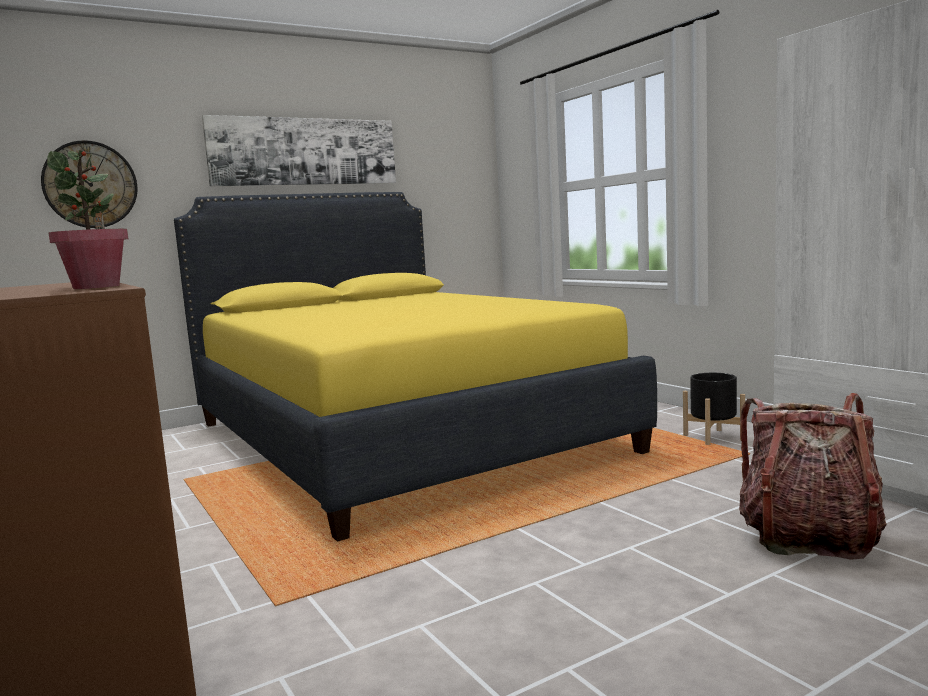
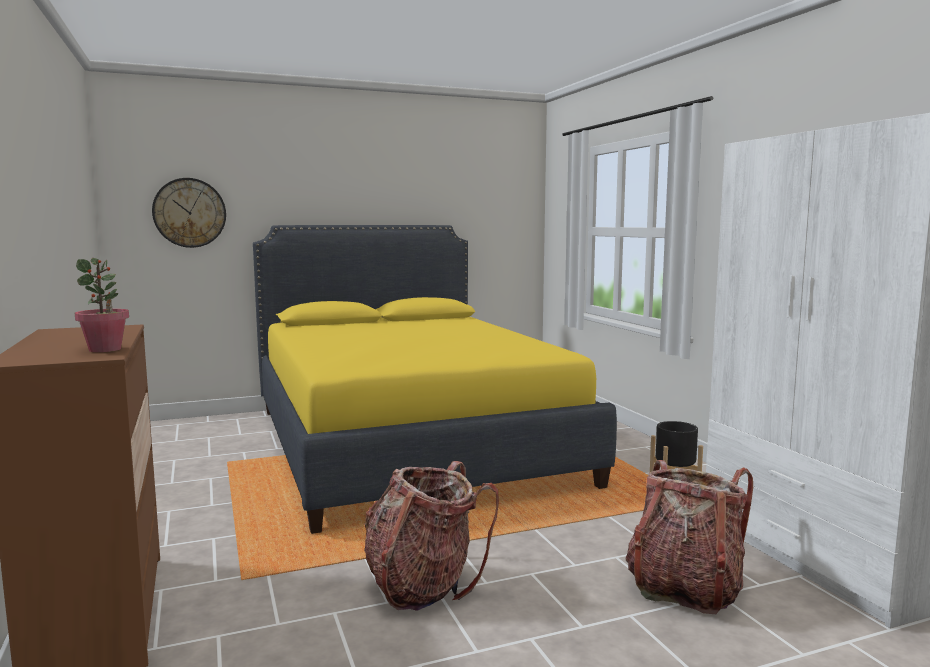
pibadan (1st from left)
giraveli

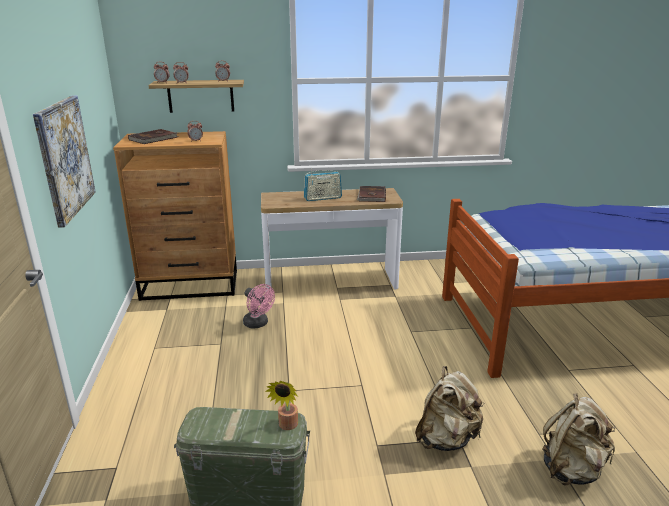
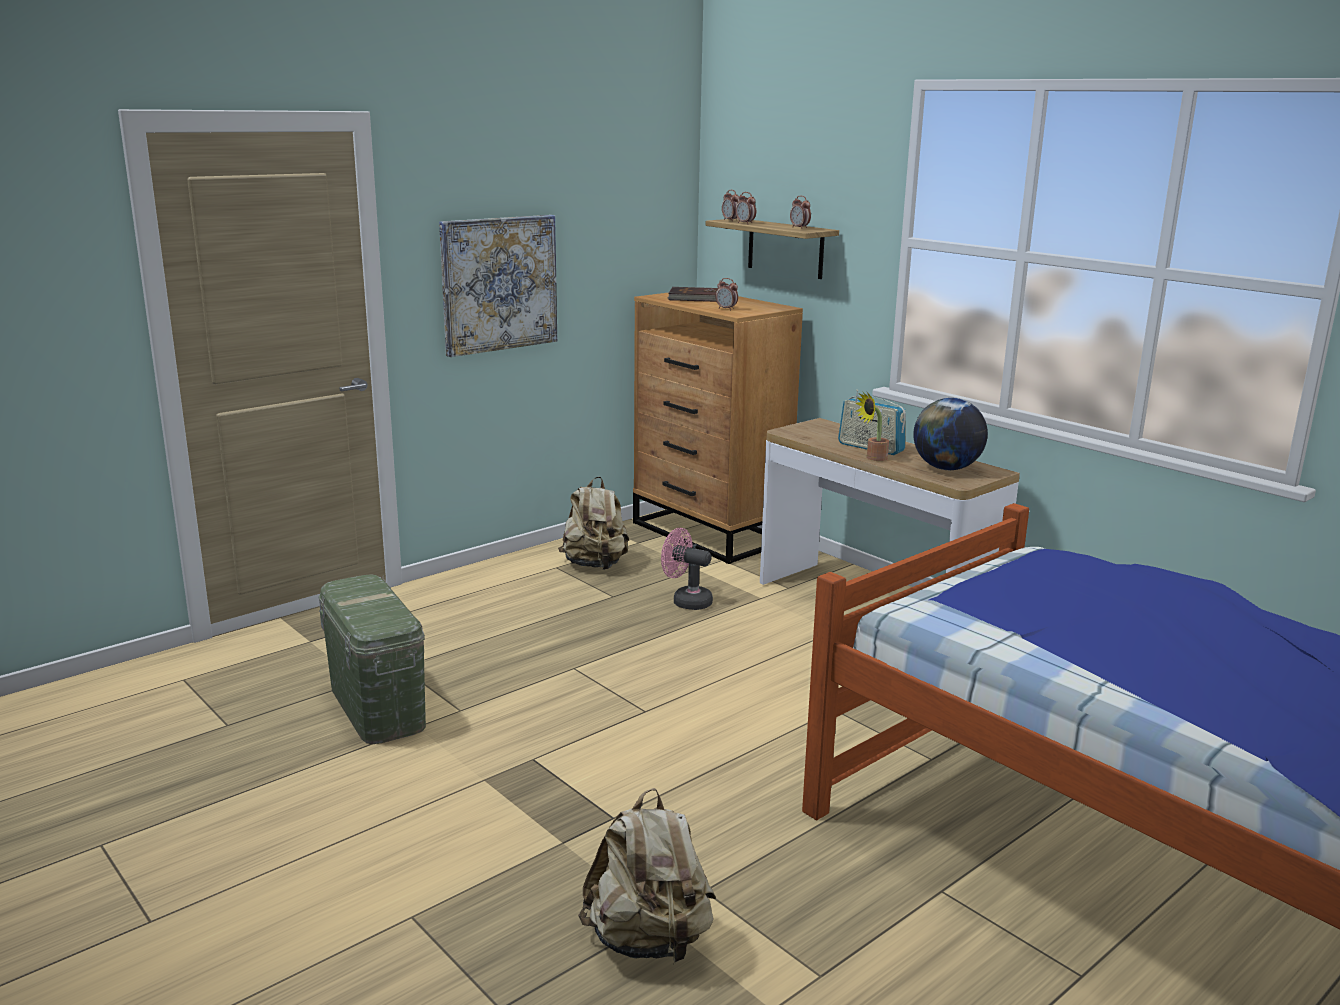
beige_pibadan (1st from left)
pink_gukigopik
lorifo
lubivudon

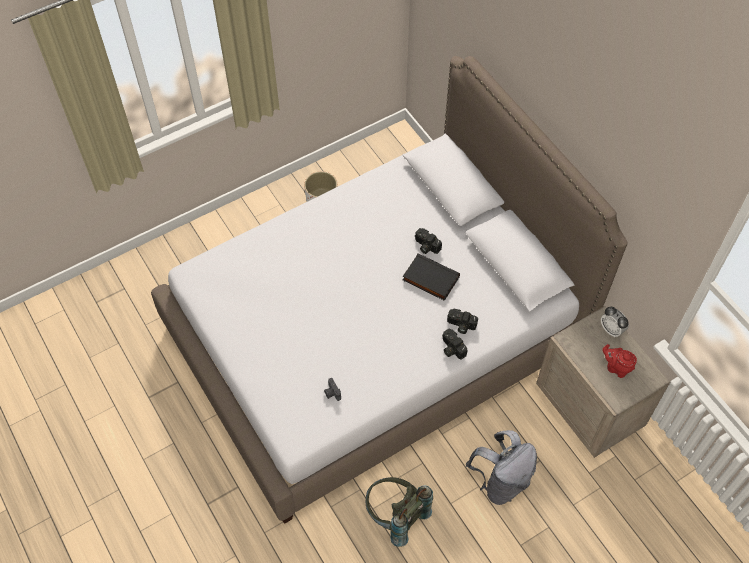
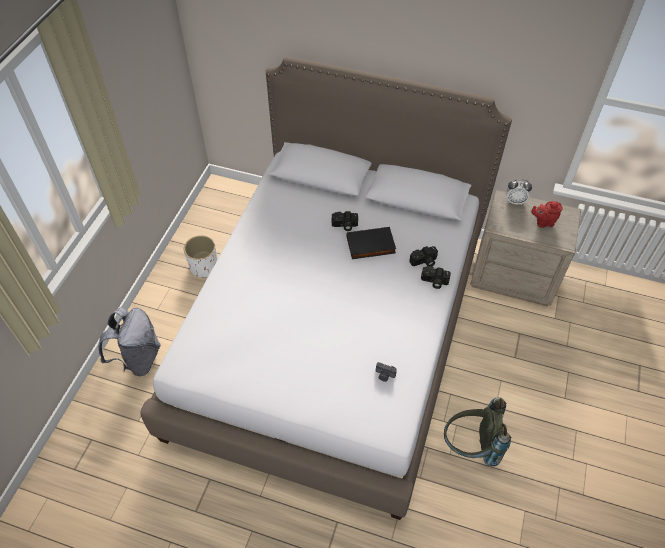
grey_pibadan (1st from left)

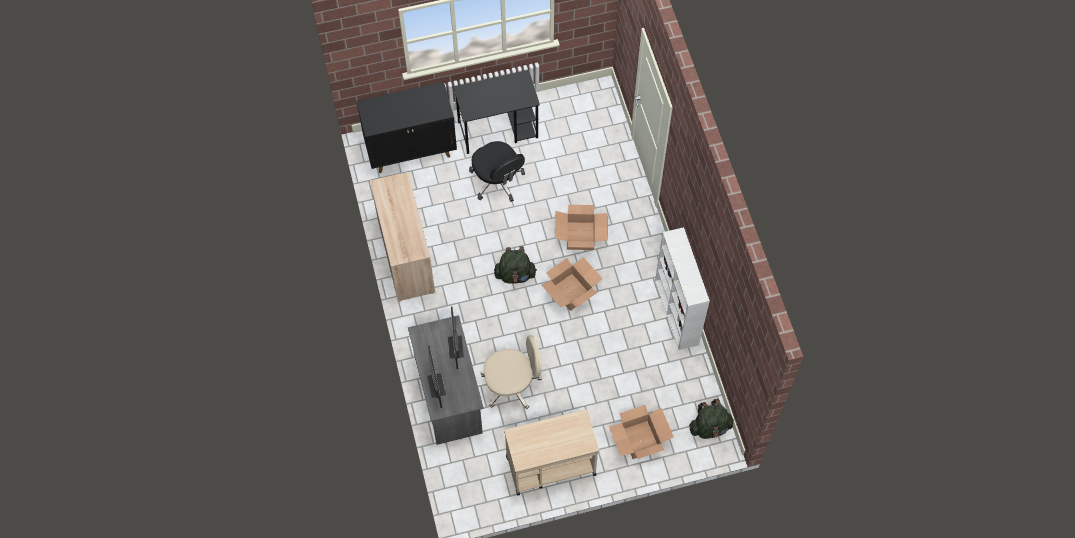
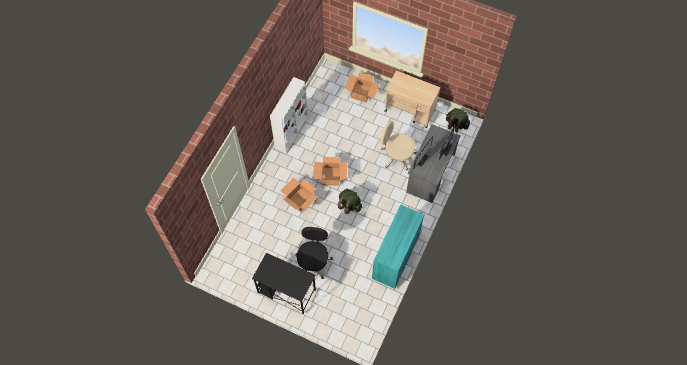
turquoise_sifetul
green_pibadan (2nd from left)
black_sifetul

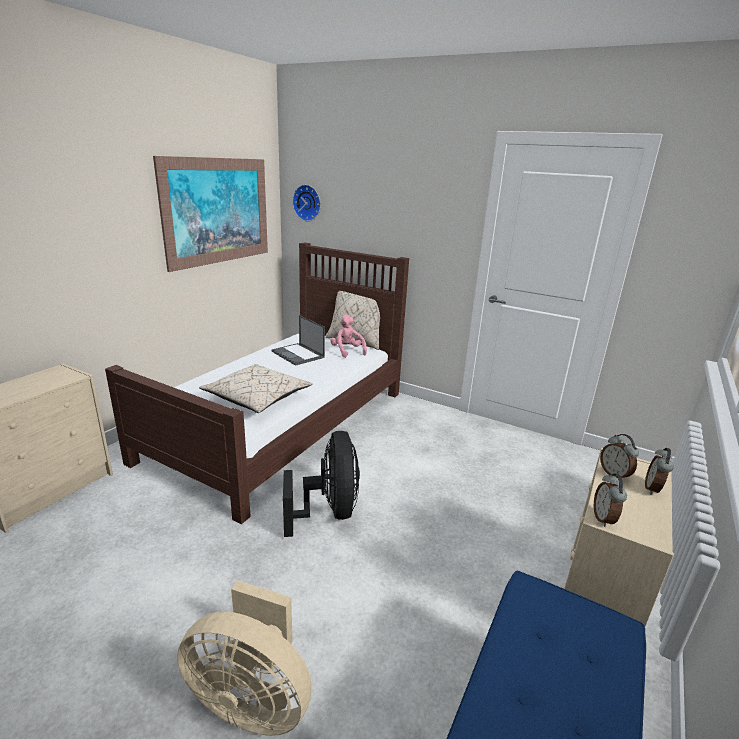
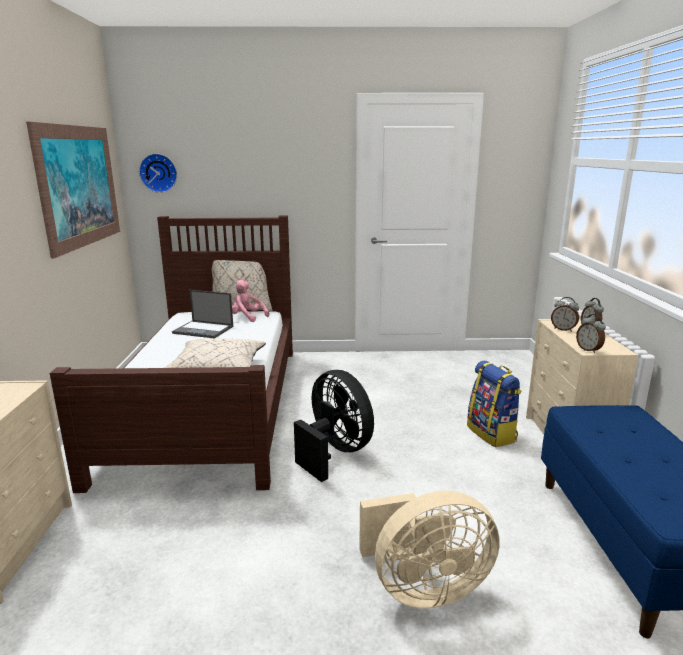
pibadan

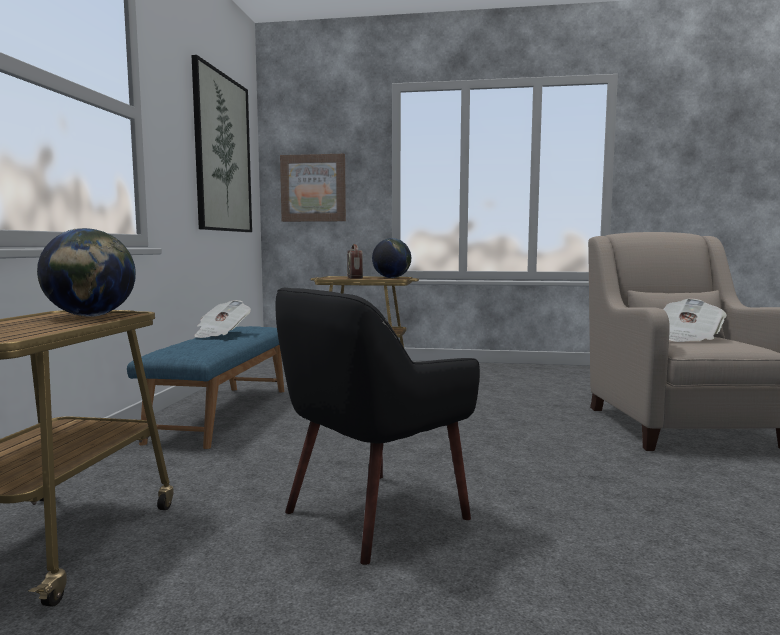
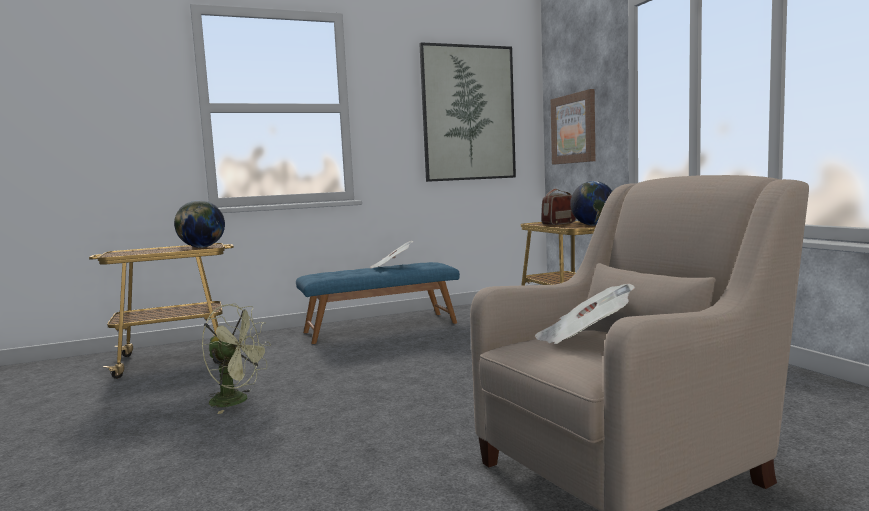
green_gukigopik

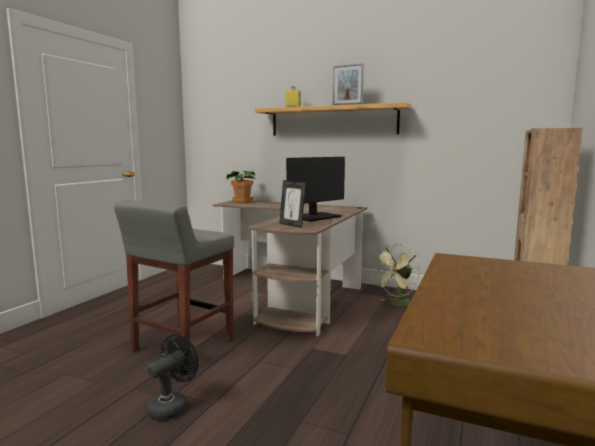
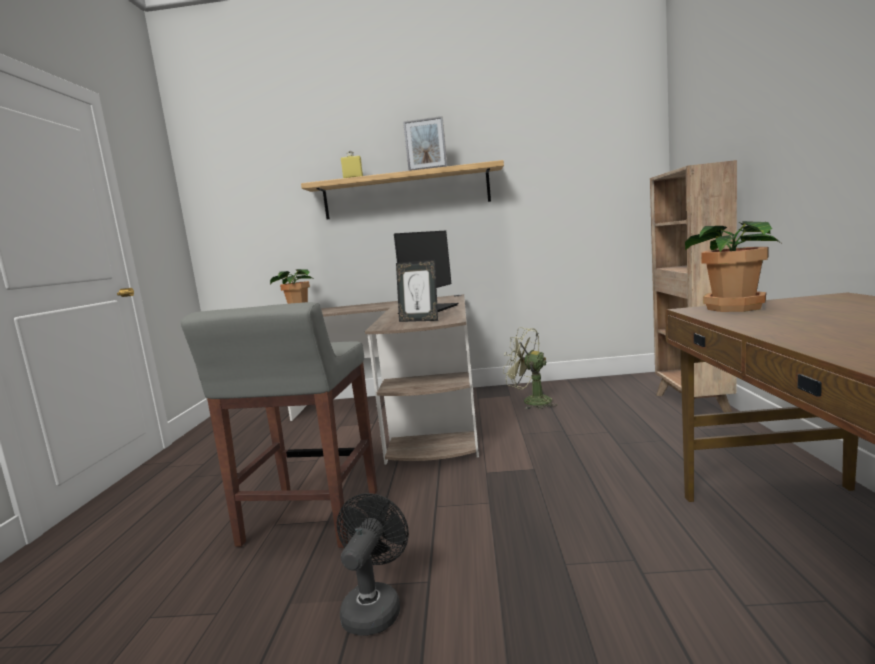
green_gukigopik
lorifo (2nd from left)

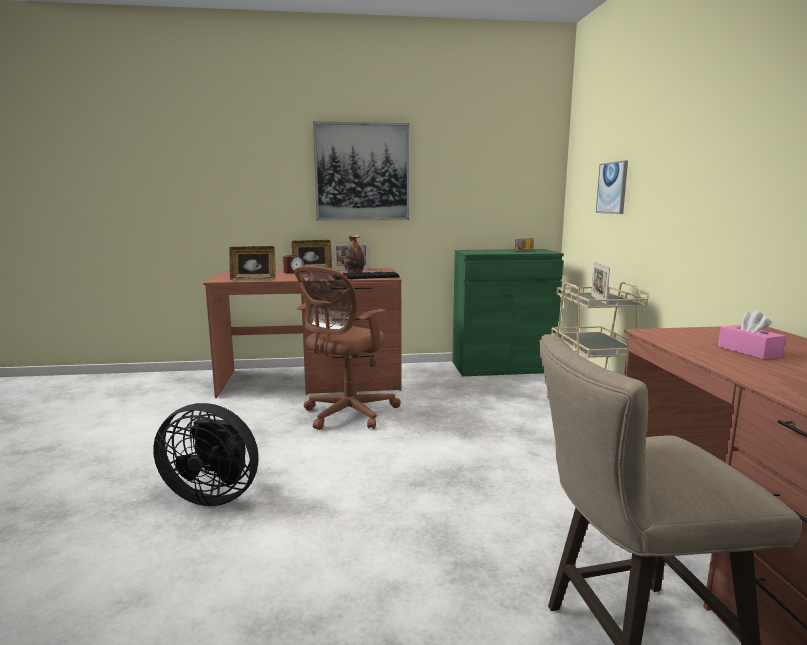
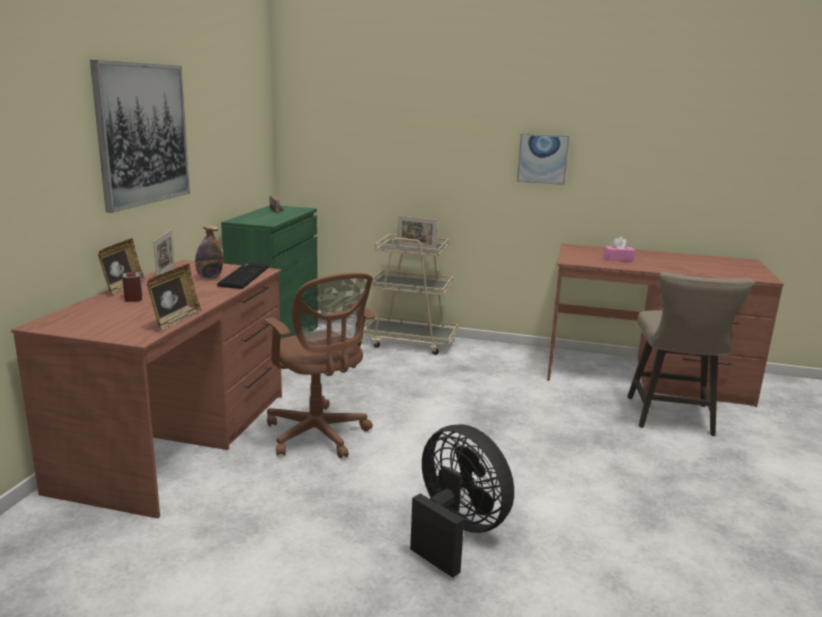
black_gukigopik
giraveli (2nd from left)

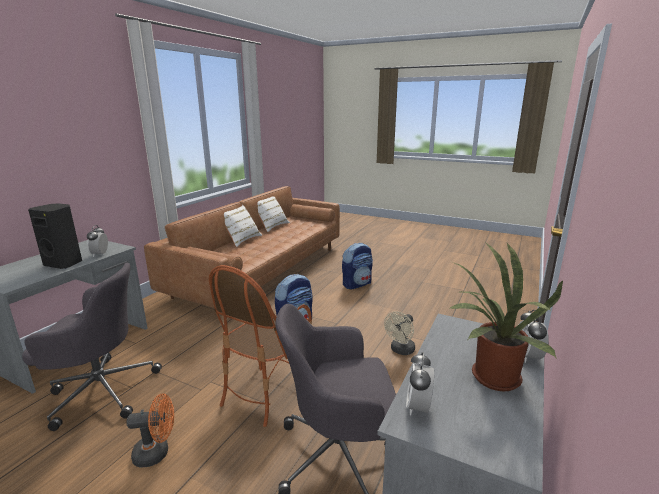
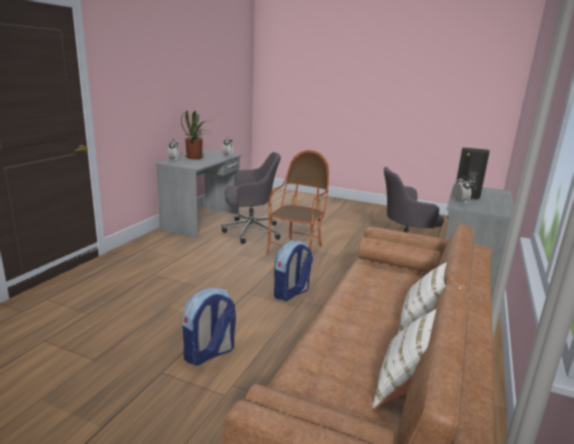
orange_gukigopik
beige_gukigopik

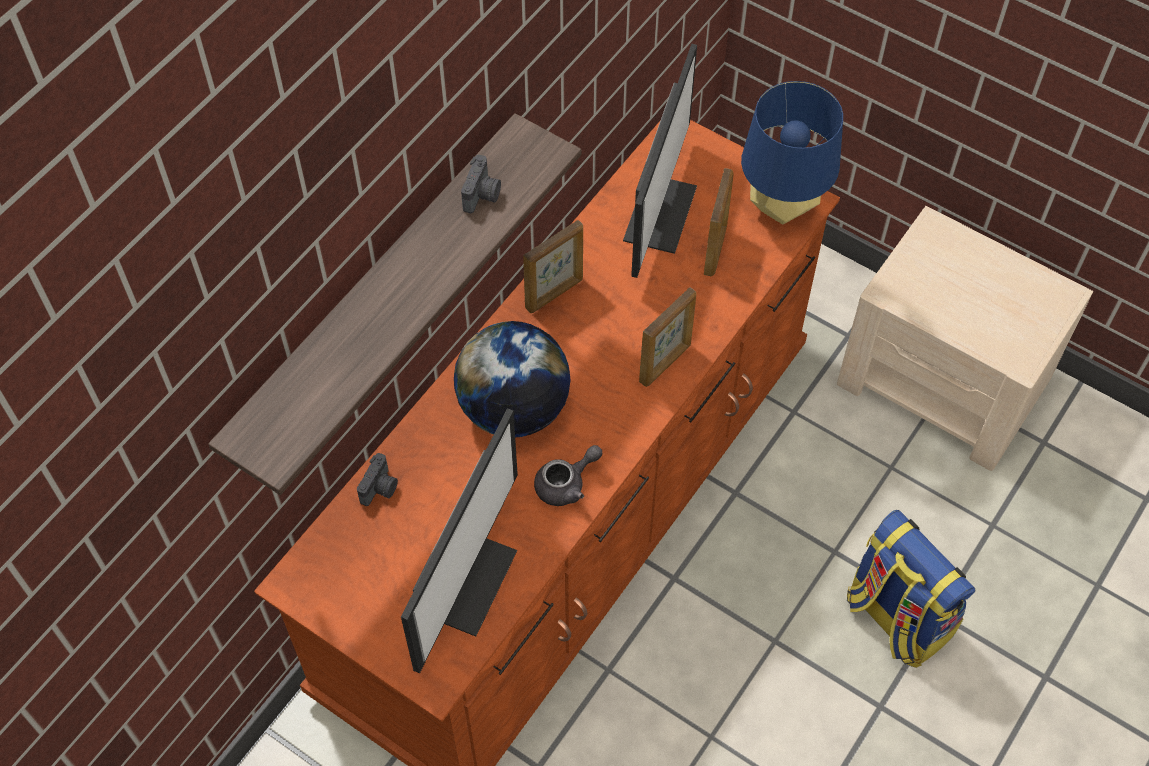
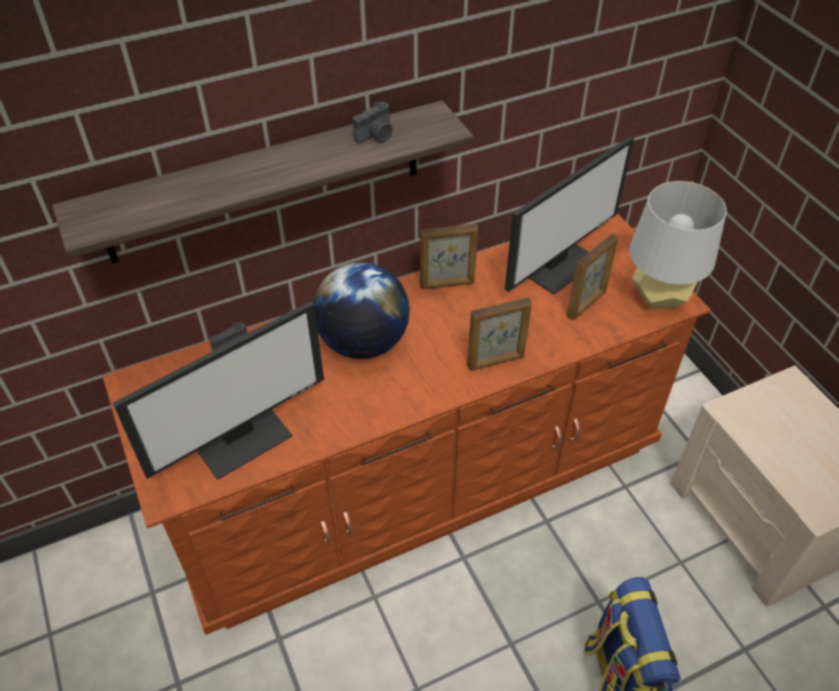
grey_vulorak
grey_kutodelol

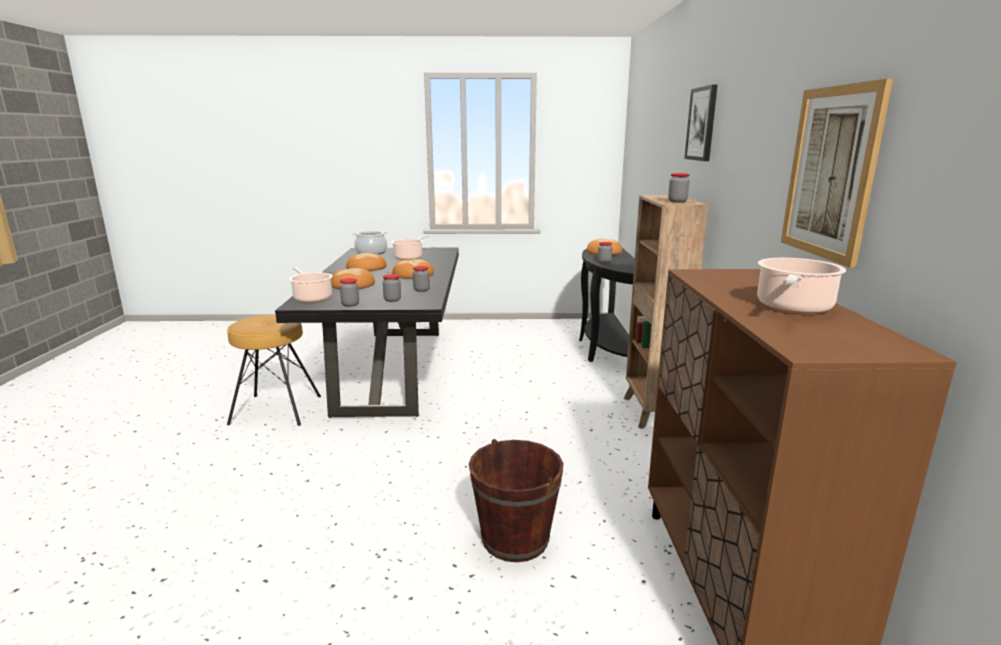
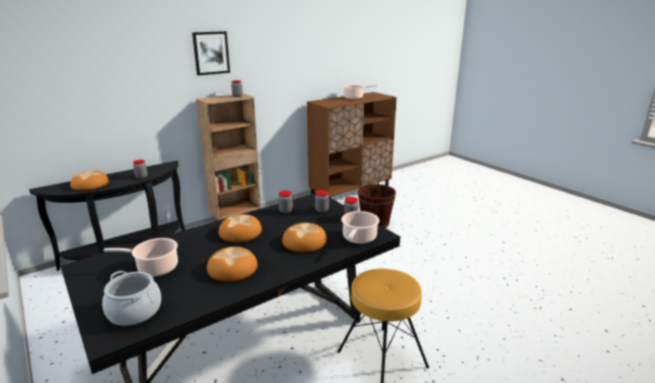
giraveli (2nd from left in the first image)

